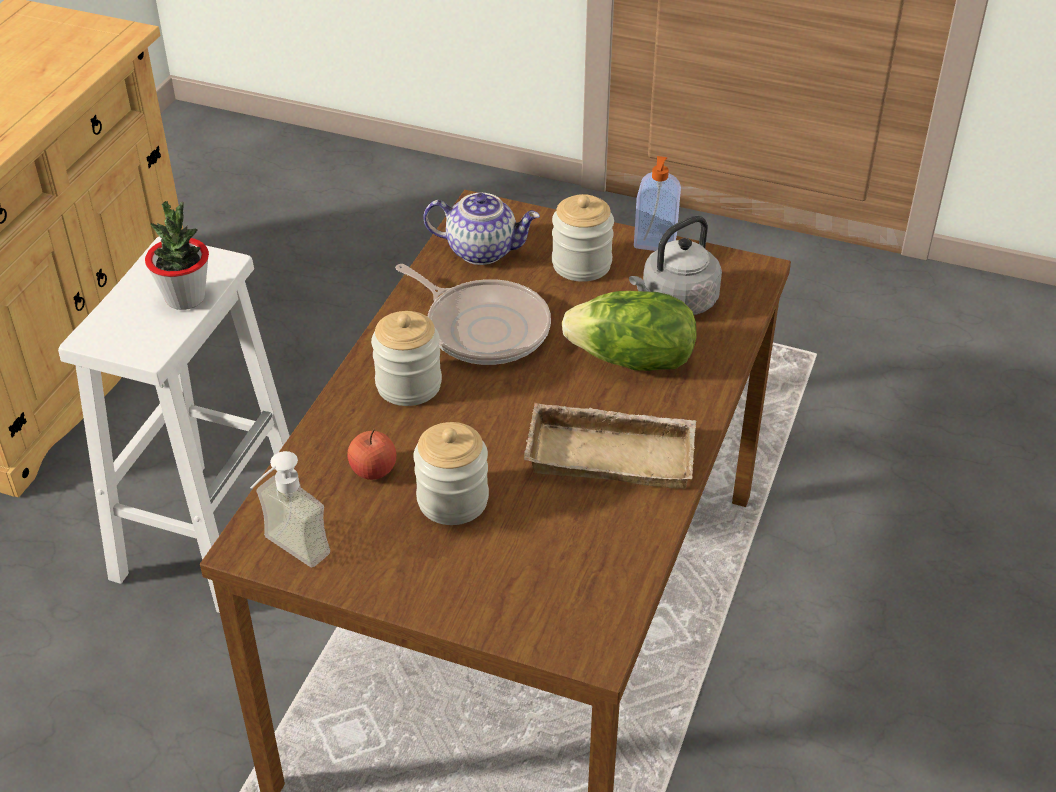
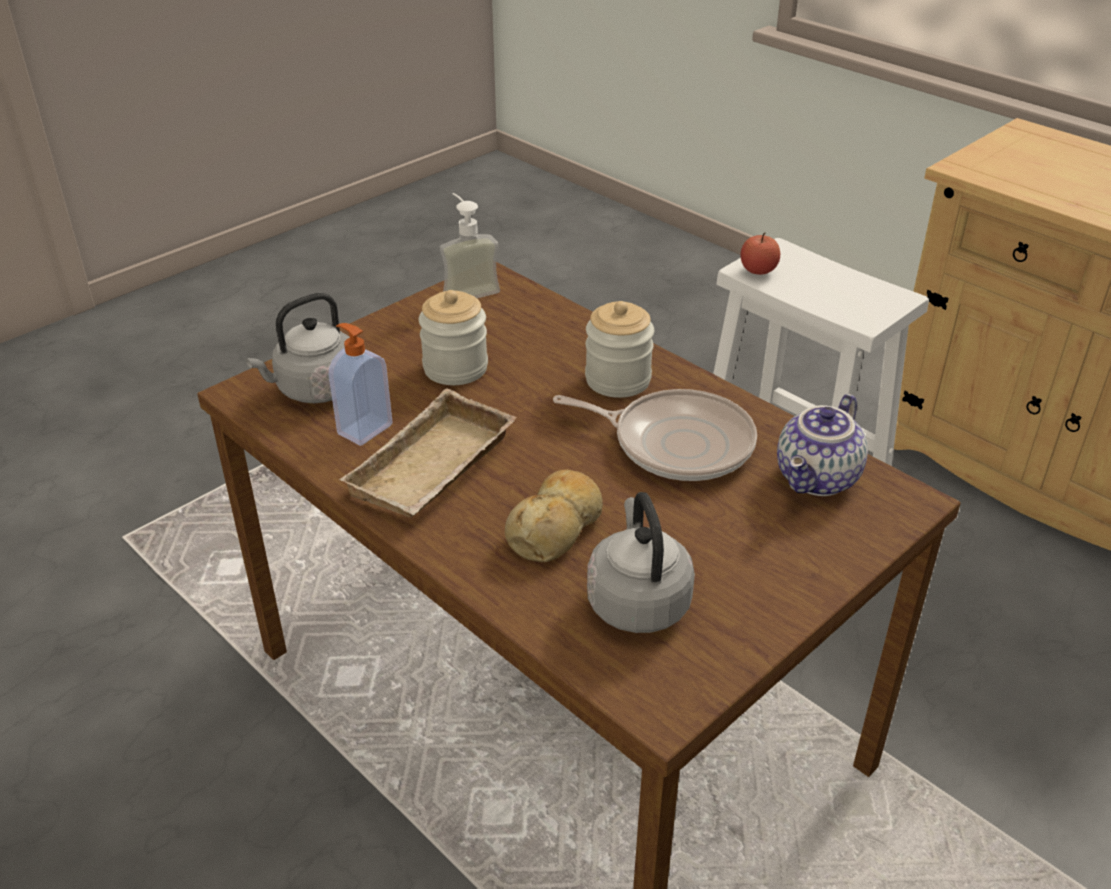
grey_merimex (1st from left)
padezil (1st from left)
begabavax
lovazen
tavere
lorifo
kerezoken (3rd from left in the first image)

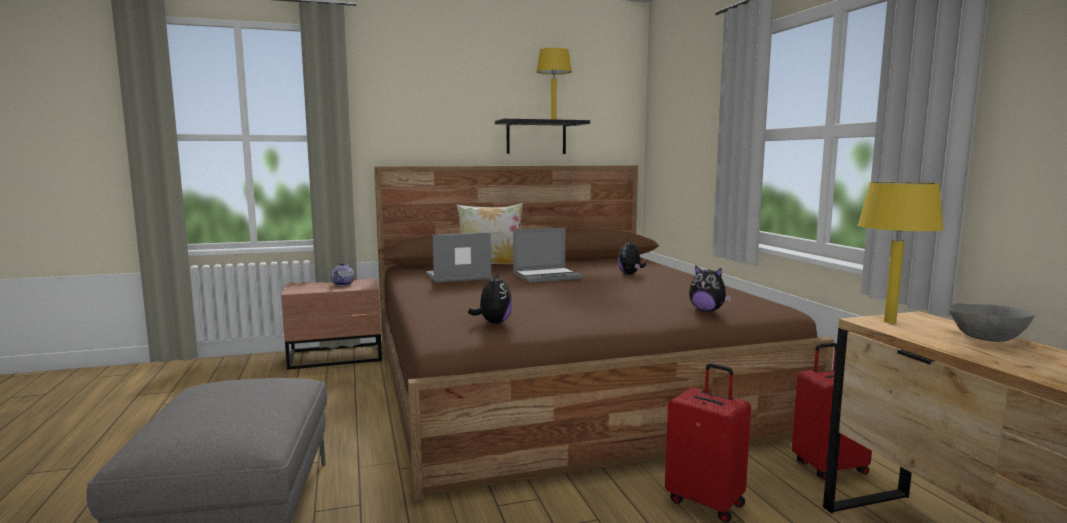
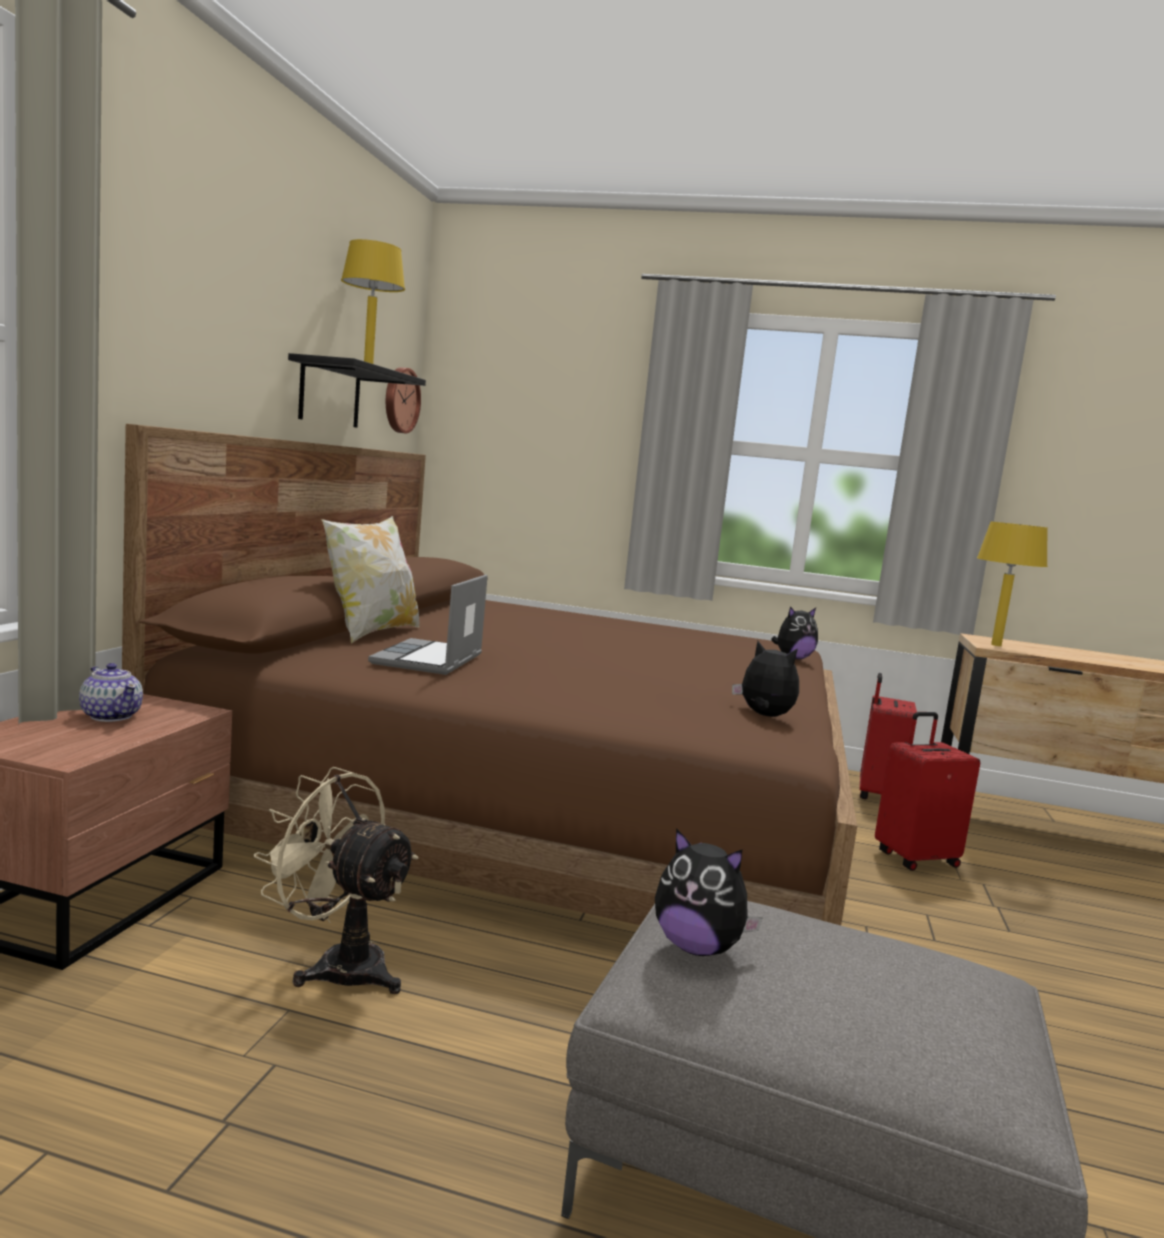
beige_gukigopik
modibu
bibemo (1st from left)
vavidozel (2nd from left in the first image)
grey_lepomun

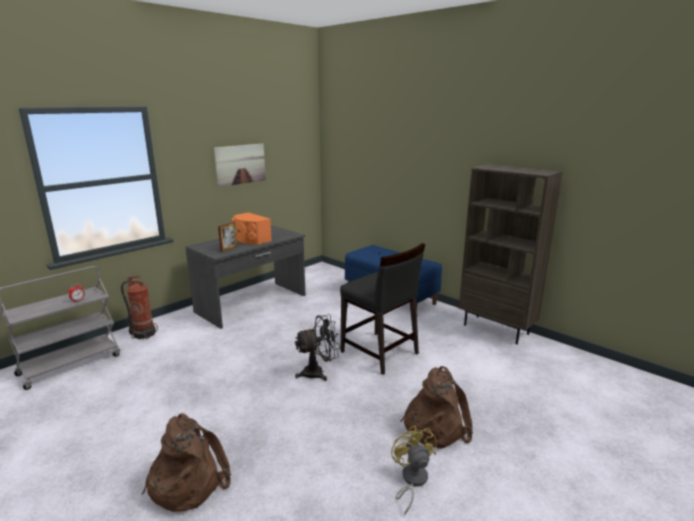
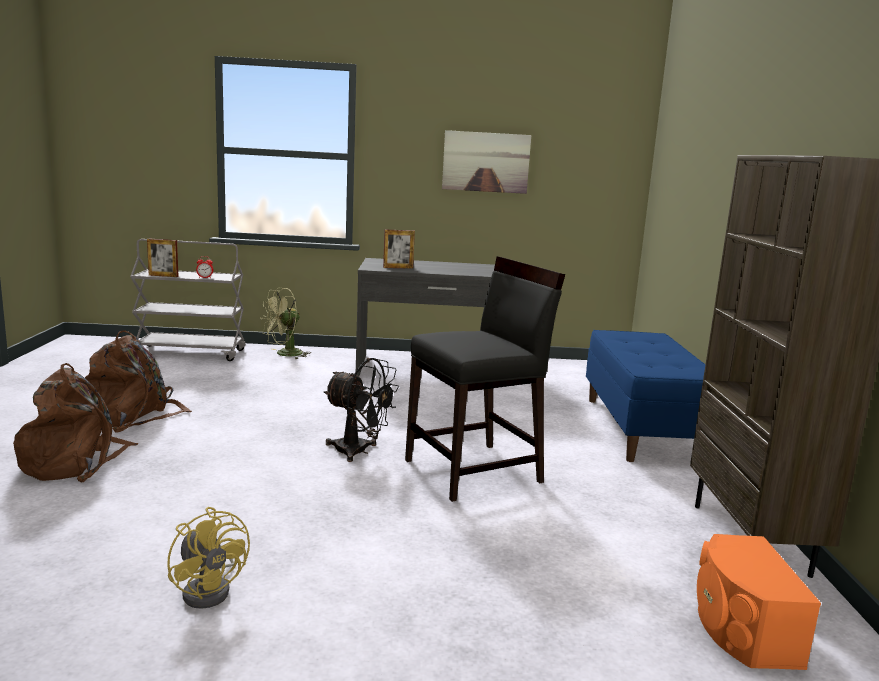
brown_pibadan (2nd from left)
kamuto (1st from left)
yellow_gukigopik
green_gukigopik
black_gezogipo
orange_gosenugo

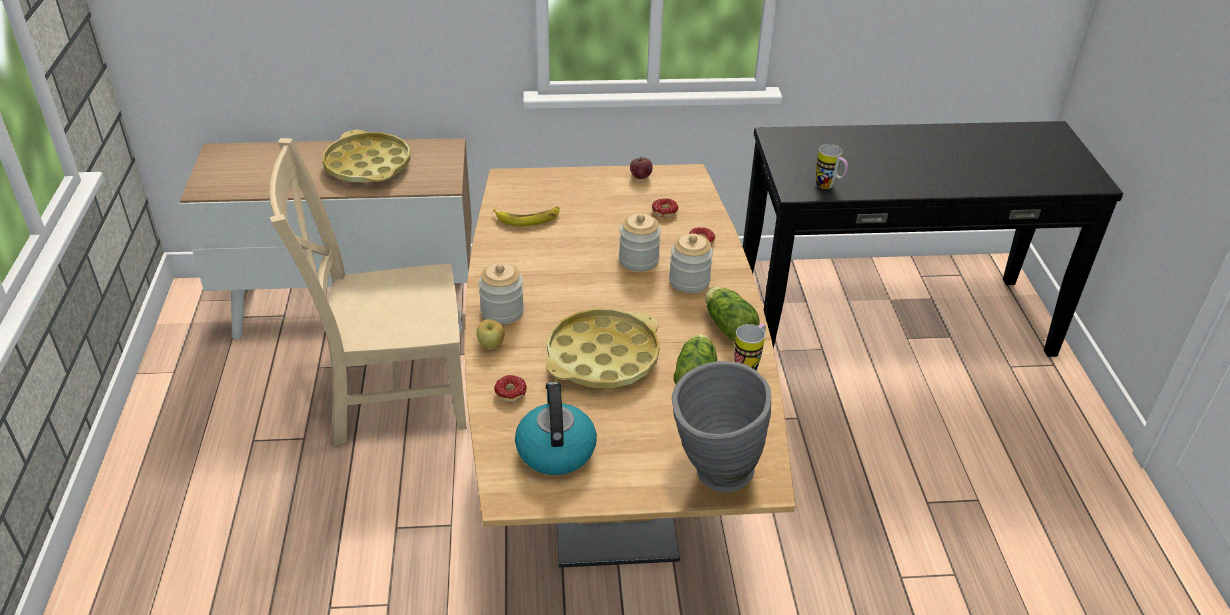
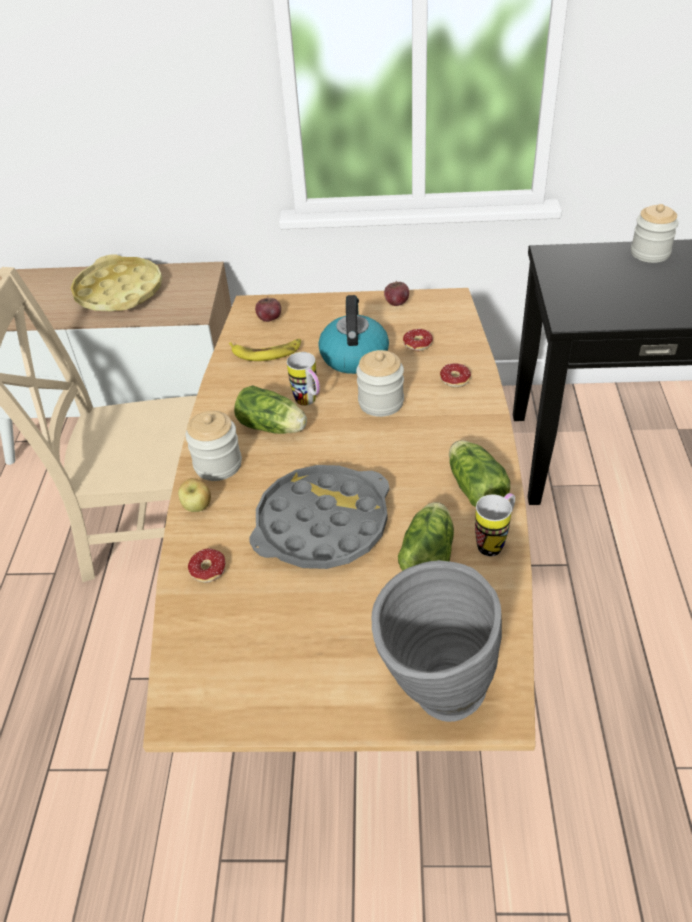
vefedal (1st from left)
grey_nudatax
tavere (2nd from left)
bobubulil (1st from left)
merimex
kerezoken (3rd from left)

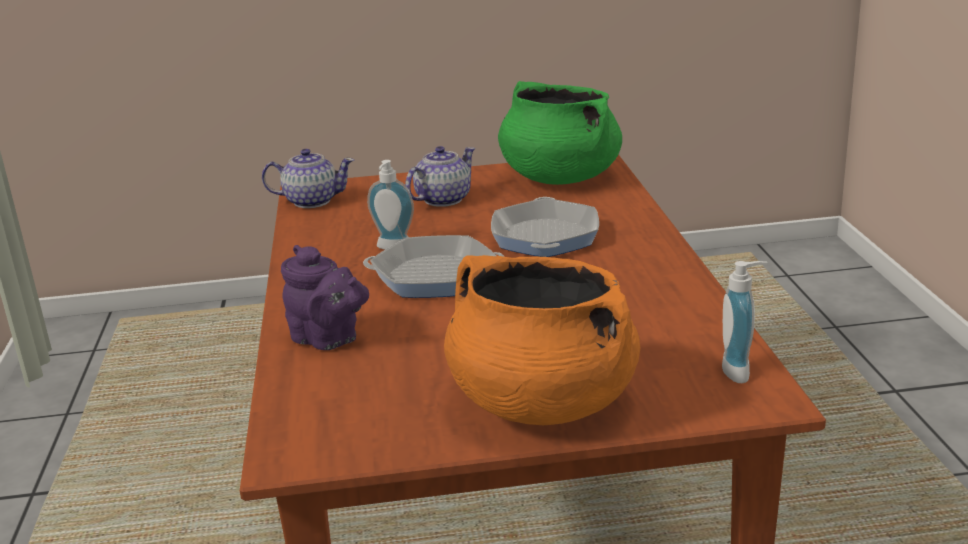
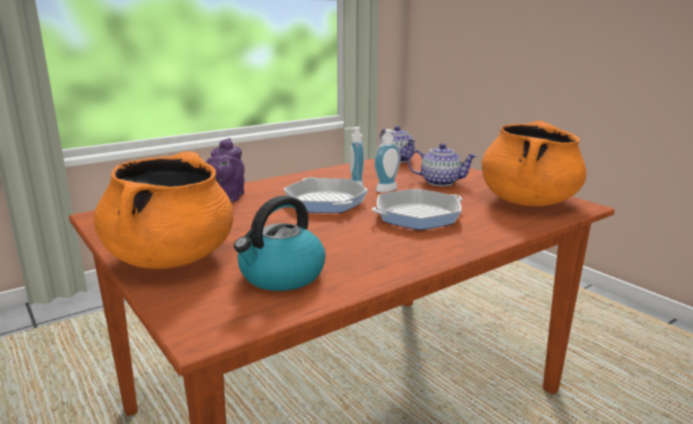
merimex
padezil (2nd from left)
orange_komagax (2nd from left)

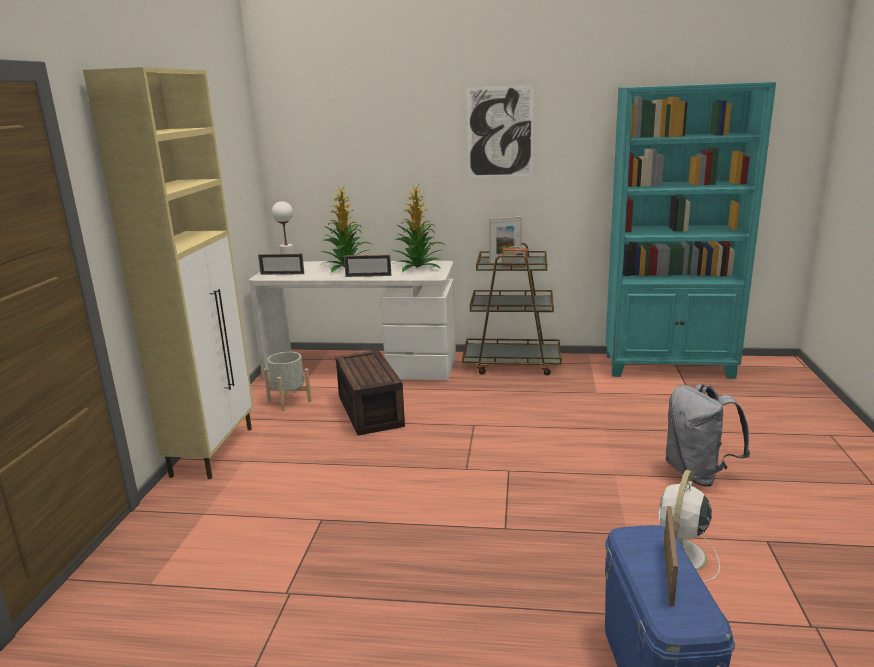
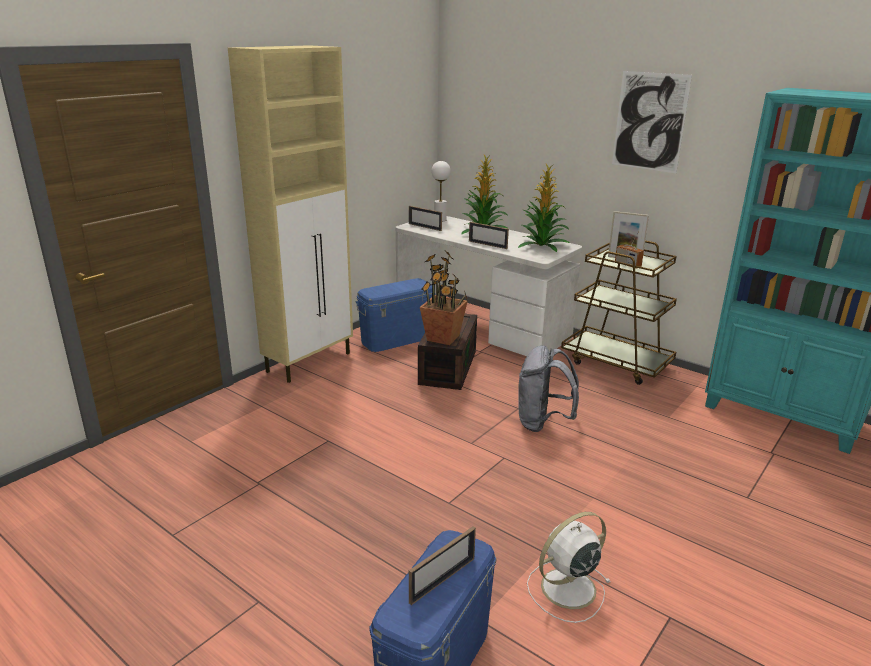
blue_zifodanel (1st from left)
lorifo (1st from left)
grey_pibadan

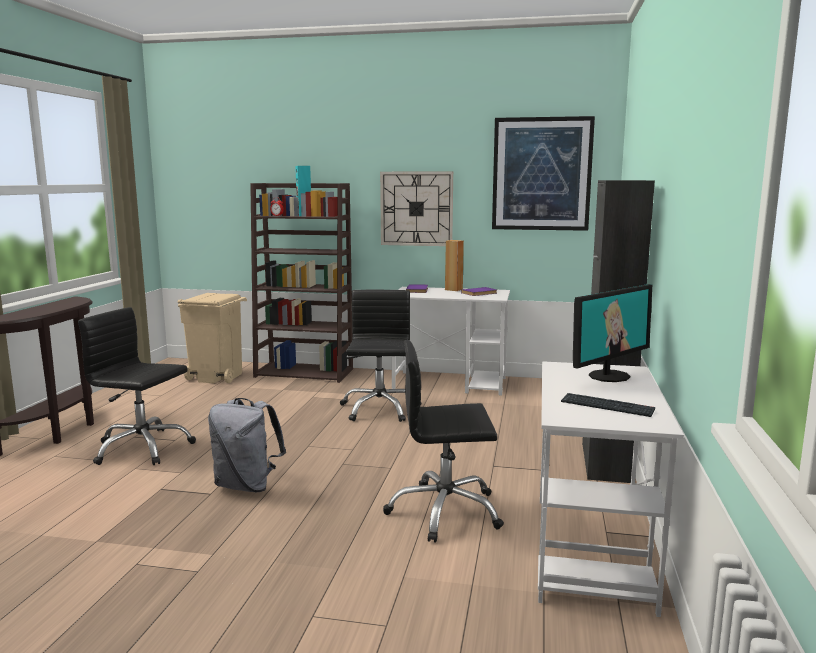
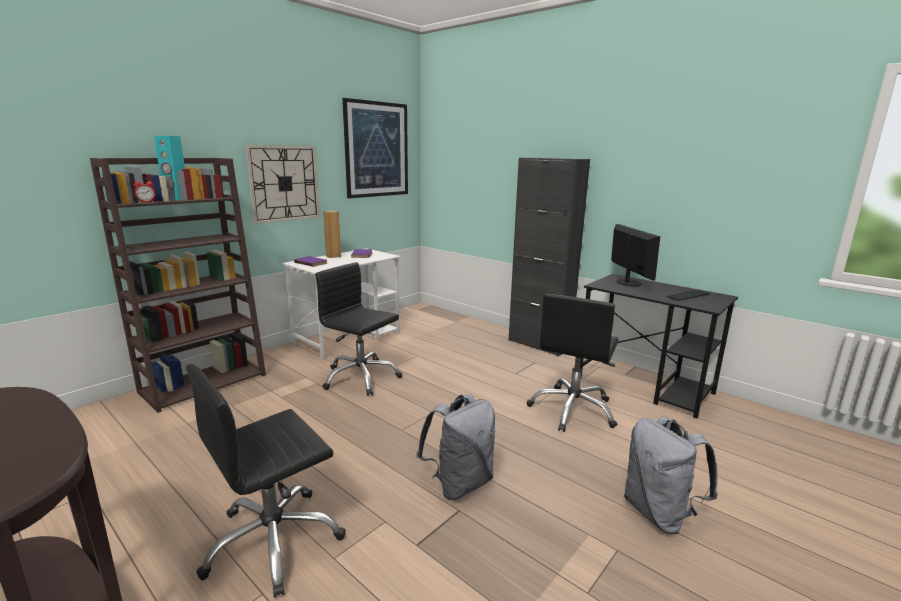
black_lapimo
grey_pibadan (2nd from left)
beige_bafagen

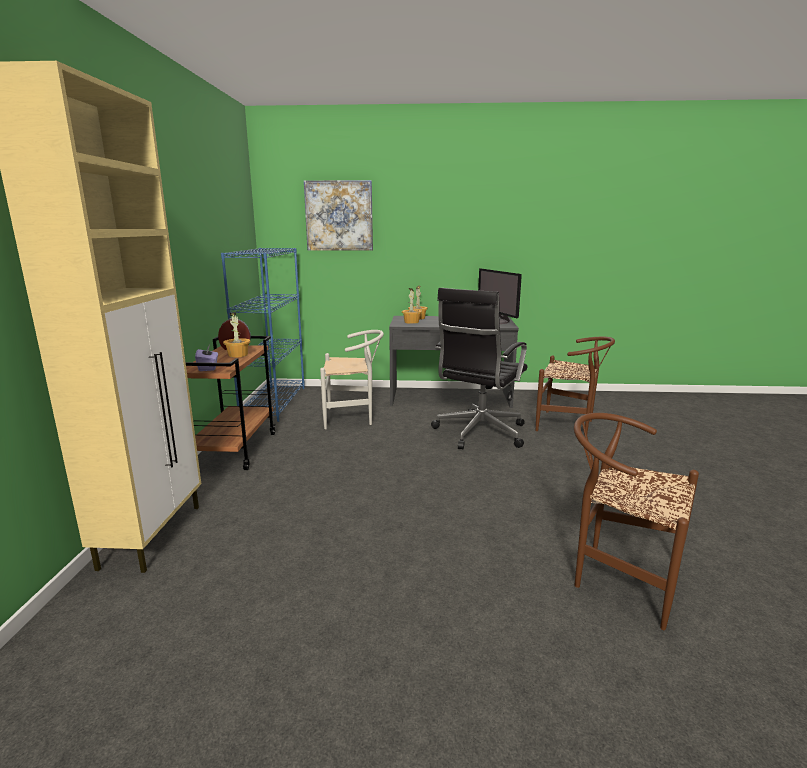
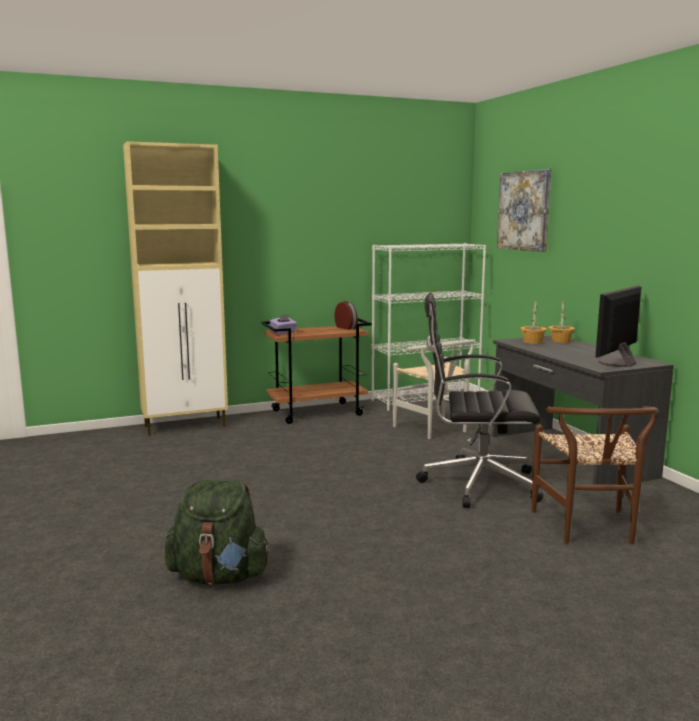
green_pibadan
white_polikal
lorifo (1st from left in the first image)

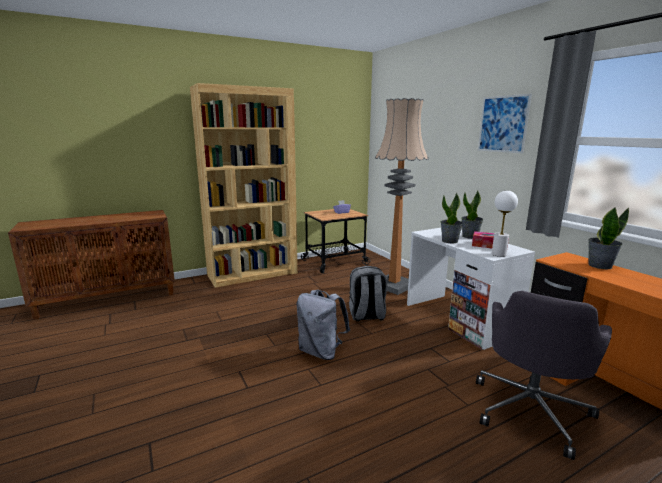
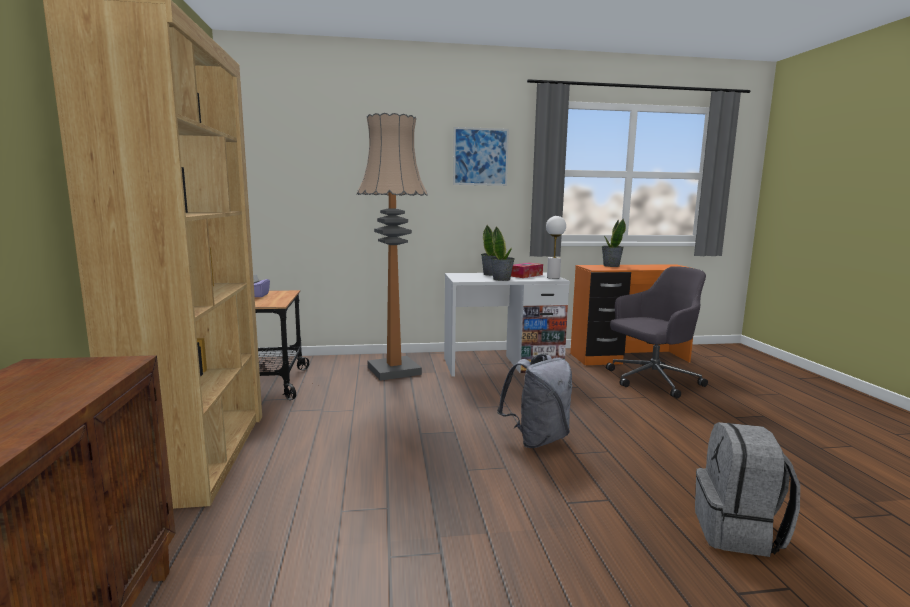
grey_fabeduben
grey_pibadan (2nd from left)

